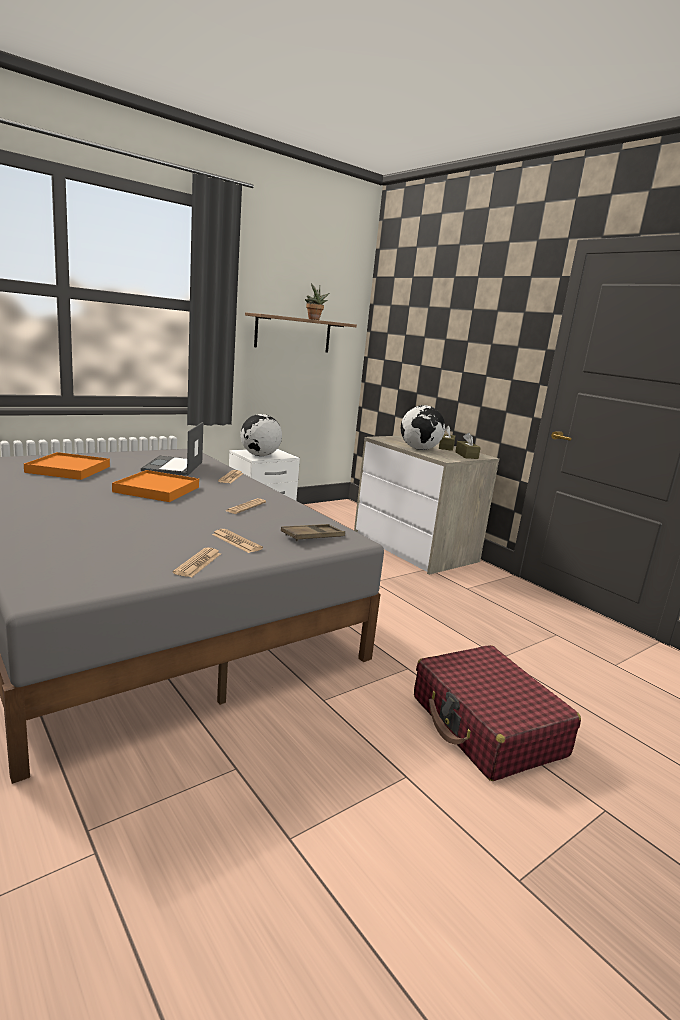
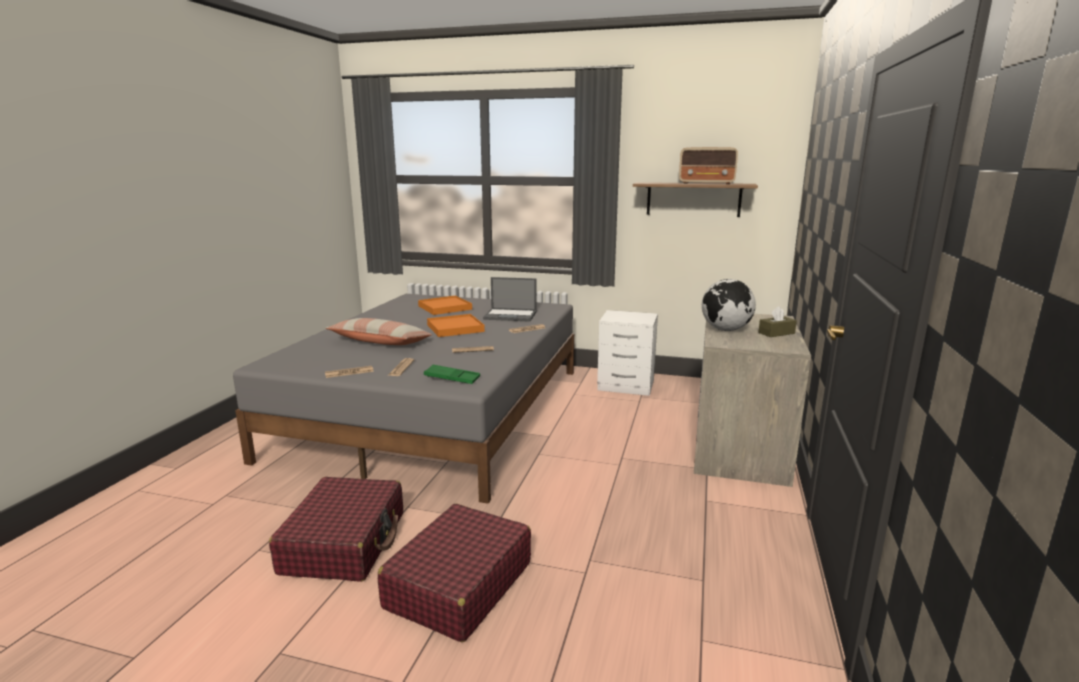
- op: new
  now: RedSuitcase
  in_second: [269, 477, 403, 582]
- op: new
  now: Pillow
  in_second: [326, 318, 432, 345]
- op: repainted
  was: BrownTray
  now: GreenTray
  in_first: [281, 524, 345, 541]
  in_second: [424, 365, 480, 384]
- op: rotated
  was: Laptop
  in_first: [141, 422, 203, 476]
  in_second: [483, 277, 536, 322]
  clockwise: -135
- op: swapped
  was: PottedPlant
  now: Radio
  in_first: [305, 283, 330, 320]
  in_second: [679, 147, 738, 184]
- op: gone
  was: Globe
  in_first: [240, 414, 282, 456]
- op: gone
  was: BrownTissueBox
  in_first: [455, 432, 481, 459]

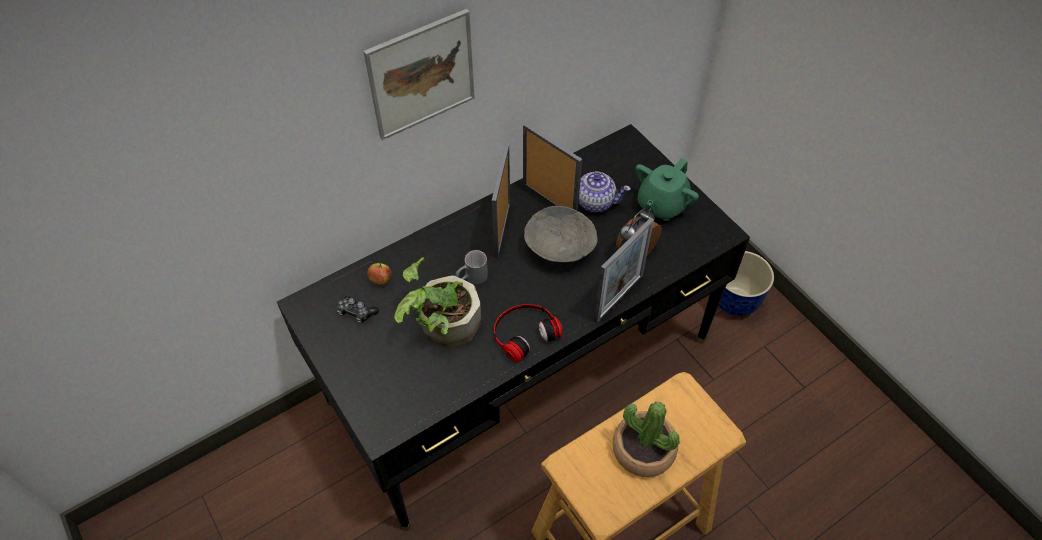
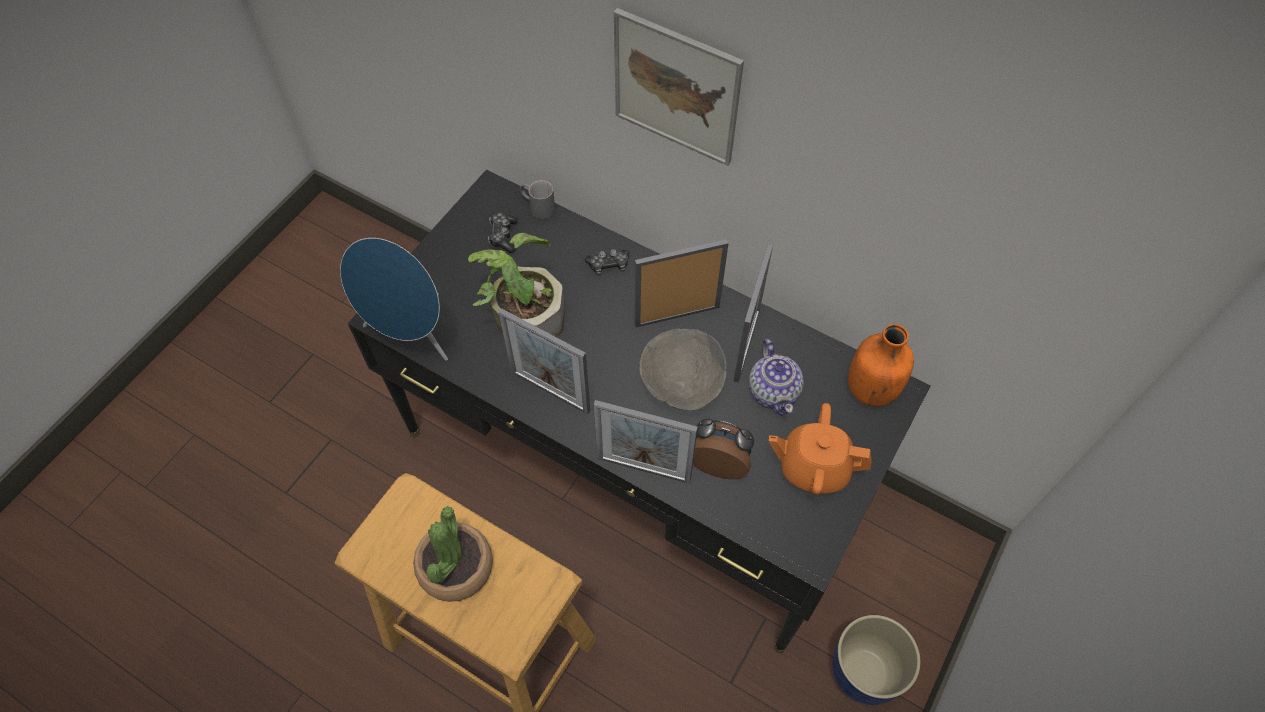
- op: new
  now: BlueSpeaker
  in_second: [340, 238, 448, 361]
- op: swapped
  was: Headphones
  now: PictureFrame
  in_first: [494, 304, 563, 362]
  in_second: [499, 308, 590, 414]
- op: shifted
  was: GreyMug
  in_first: [455, 250, 488, 284]
  in_second: [520, 180, 555, 219]
- op: new
  now: GameController
  in_second: [585, 249, 629, 275]
- op: repainted
  was: GreenTeapot
  now: OrangeTeapot
  in_first: [636, 158, 699, 221]
  in_second: [769, 403, 872, 495]
- op: new
  now: OrangeBottle
  in_second: [848, 324, 914, 407]
- op: gone
  was: Apple
  in_first: [367, 263, 391, 285]

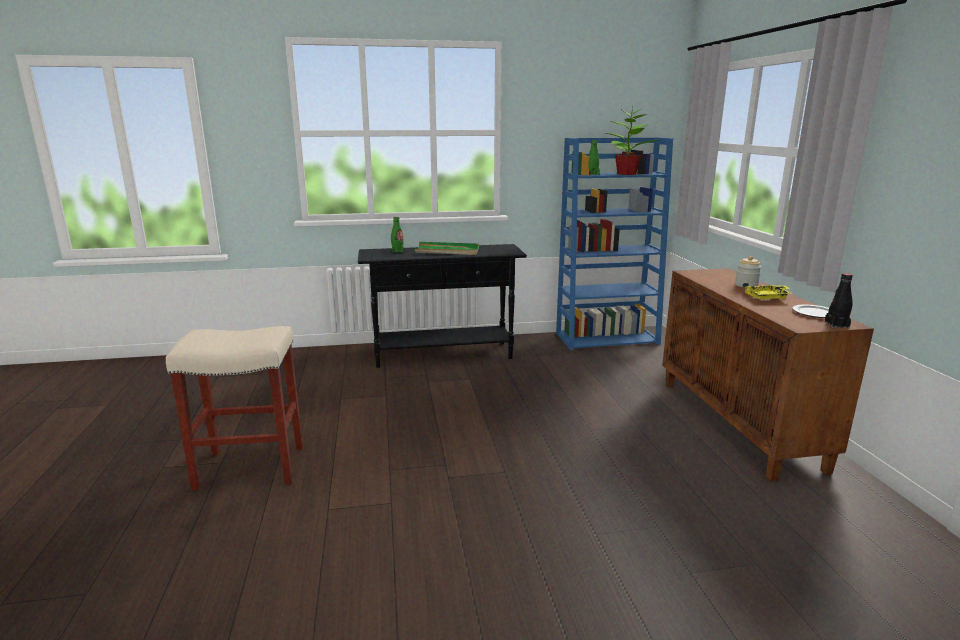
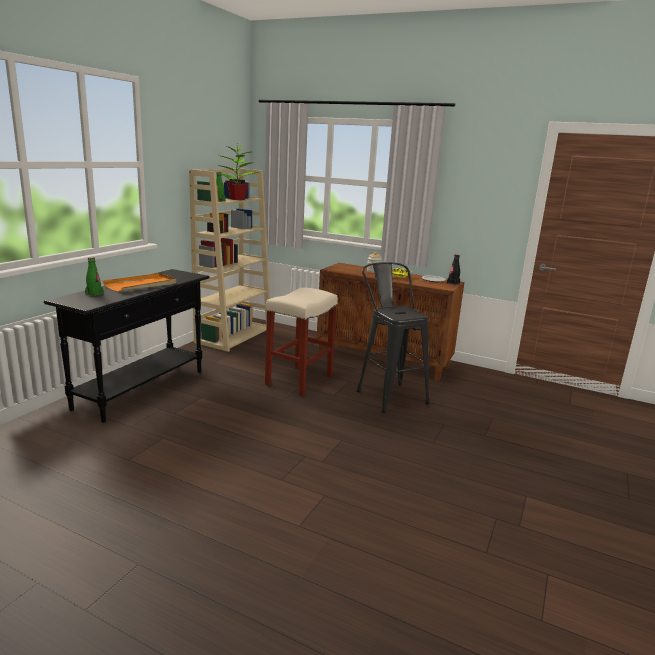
- op: repainted
  was: GreenTray
  now: OrangeTray
  in_first: [414, 242, 479, 255]
  in_second: [103, 273, 176, 292]
- op: repainted
  was: BlueBookcase
  now: BeigeBookcase
  in_first: [556, 137, 673, 351]
  in_second: [189, 169, 270, 352]
- op: shifted
  was: BeigeStool
  in_first: [166, 326, 303, 491]
  in_second: [265, 288, 338, 396]
- op: new
  now: BlackStool
  in_second: [357, 262, 429, 413]

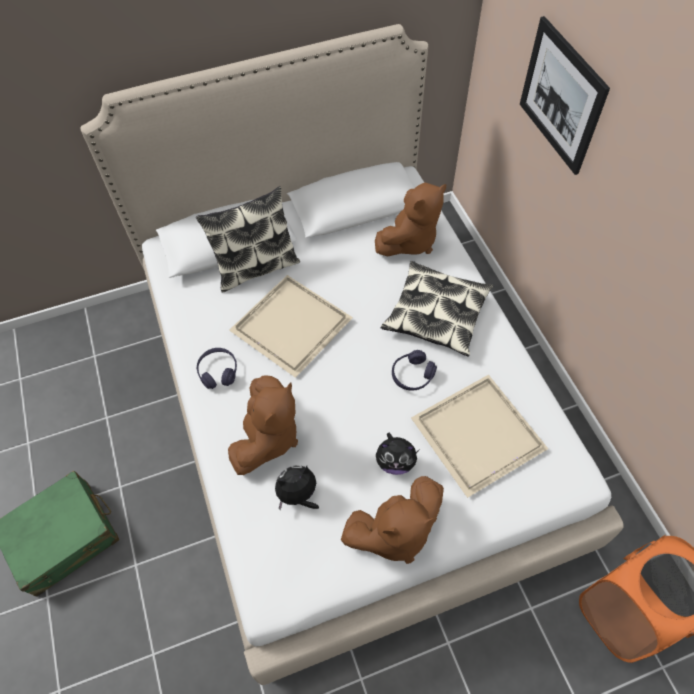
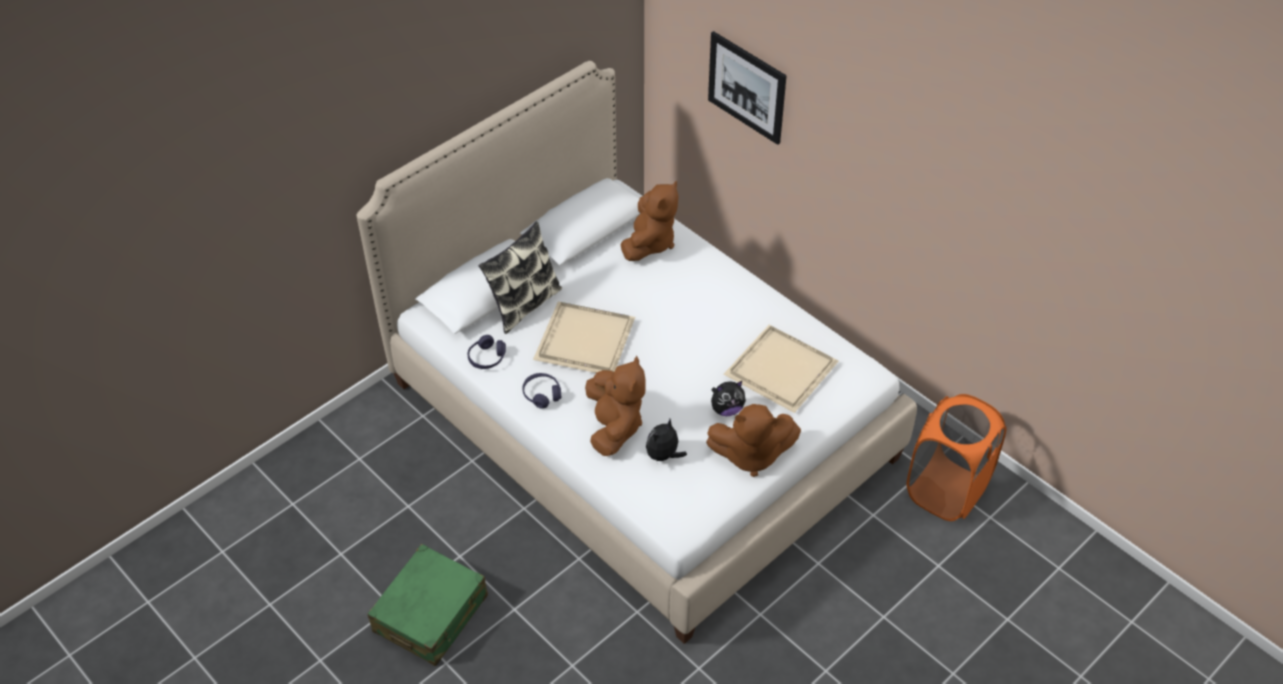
- op: shifted
  was: PurpleHeadphones
  in_first: [392, 350, 437, 391]
  in_second: [467, 335, 506, 369]
- op: rotated
  was: BrownPlushToy
  in_first: [341, 476, 444, 564]
  in_second: [706, 404, 801, 477]
  clockwise: 45
- op: gone
  was: Pillow
  in_first: [381, 261, 493, 357]

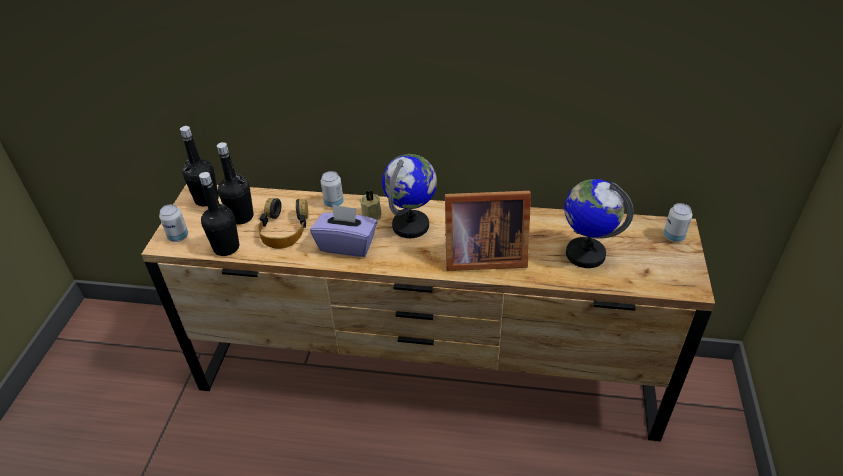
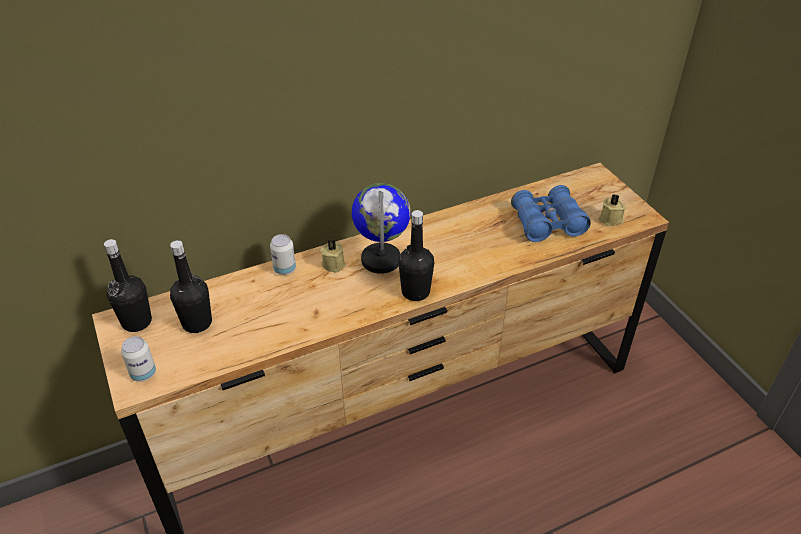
- op: shifted
  was: BlackBottle
  in_first: [199, 172, 239, 256]
  in_second: [398, 210, 434, 301]
- op: swapped
  was: Globe
  now: BlueBinoculars
  in_first: [565, 179, 634, 268]
  in_second: [511, 185, 591, 242]
- op: new
  now: BeigeCandle
  in_second: [599, 194, 626, 226]
- op: gone
  was: Headphones
  in_first: [258, 198, 308, 249]
- op: gone
  was: PurpleTissueBox
  in_first: [310, 204, 377, 257]
- op: gone
  was: PictureFrame
  in_first: [445, 191, 531, 271]
- op: gone
  was: Can
  in_first: [663, 203, 692, 242]

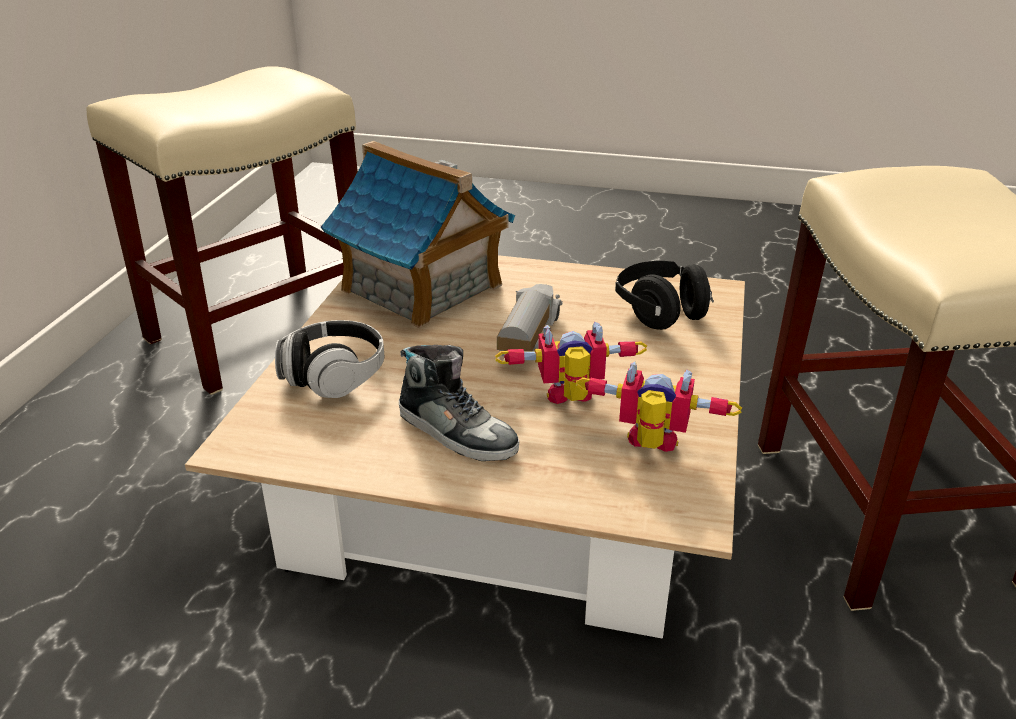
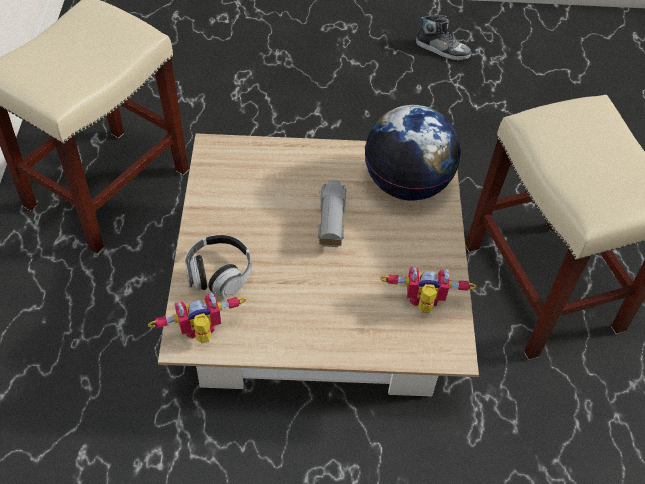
- op: shifted
  was: ToyRobot
  in_first: [495, 322, 647, 404]
  in_second: [148, 293, 246, 343]
- op: swapped
  was: BlackHeadphones
  now: Globe
  in_first: [615, 261, 714, 330]
  in_second: [365, 105, 461, 201]
- op: shifted
  was: Shoe
  in_first: [399, 345, 519, 461]
  in_second: [416, 15, 471, 60]
- op: gone
  was: ToyHouse
  in_first: [321, 141, 515, 328]

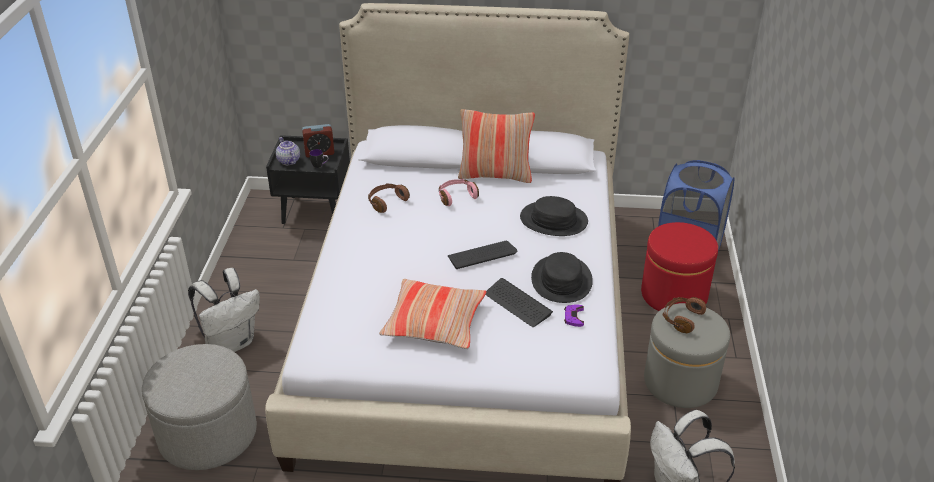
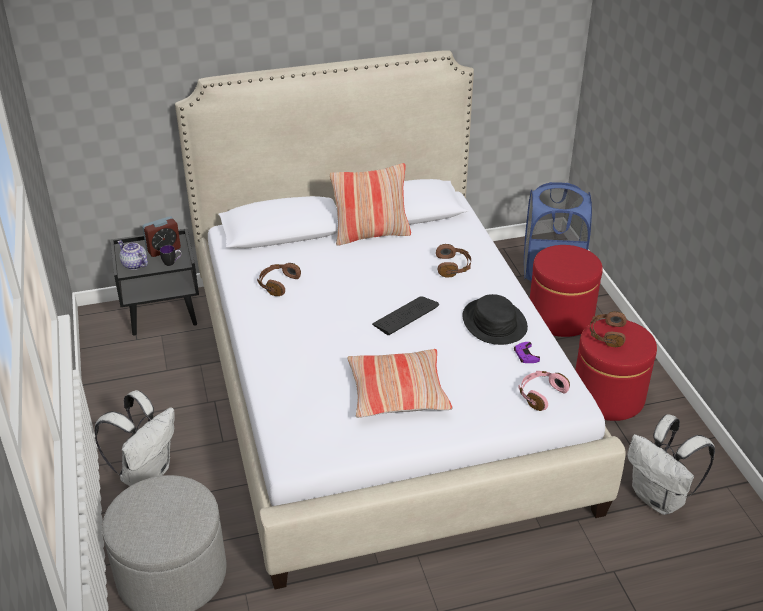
- op: swapped
  was: BlackHat
  now: BrownHeadphones
  in_first: [520, 196, 588, 236]
  in_second: [436, 244, 471, 278]
- op: shifted
  was: PinkHeadphones
  in_first: [439, 179, 479, 206]
  in_second: [519, 371, 570, 411]
- op: repainted
  was: GreyOttoman
  now: RedOttoman
  in_first: [644, 303, 730, 408]
  in_second: [575, 319, 657, 421]
- op: gone
  was: Keyboard
  in_first: [486, 278, 553, 327]

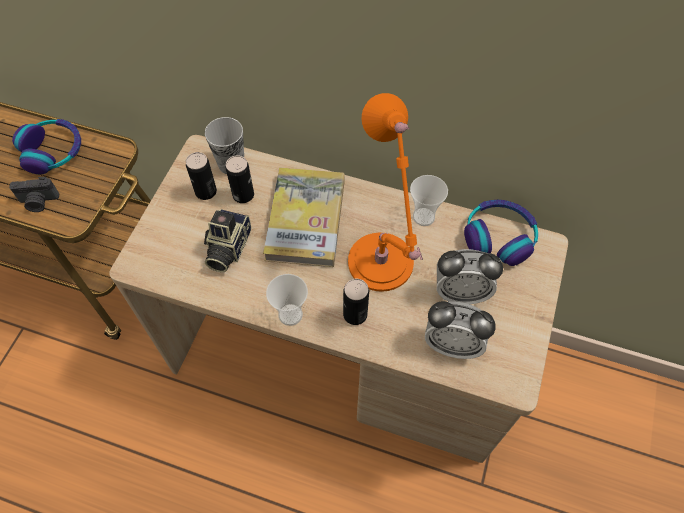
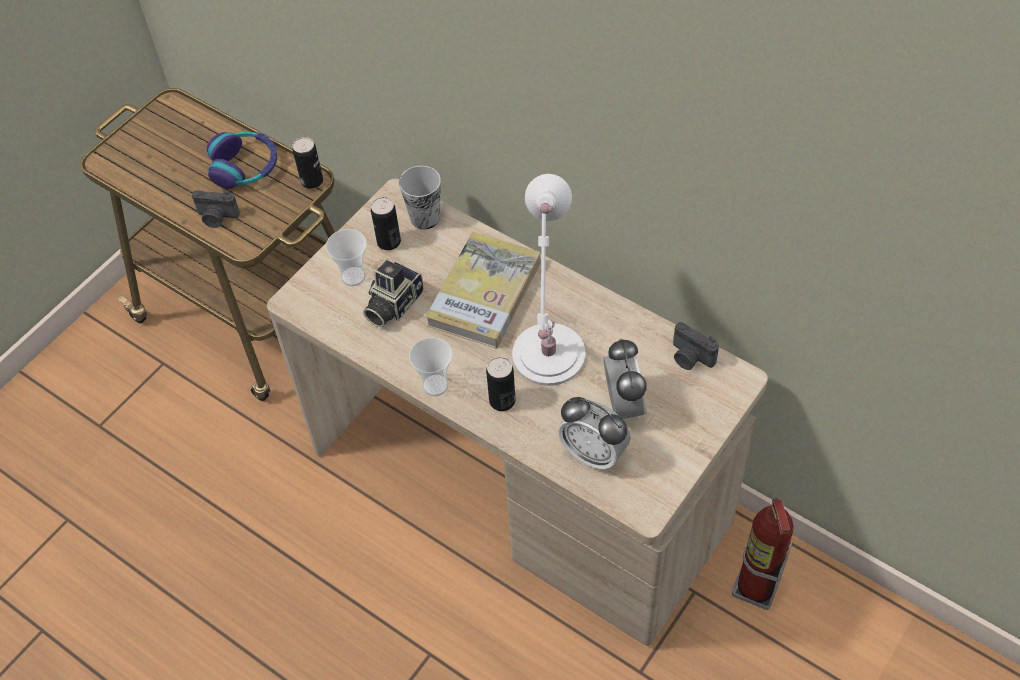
- op: shifted
  was: Can
  in_first: [226, 155, 254, 203]
  in_second: [293, 137, 323, 189]
- op: shifted
  was: Cup
  in_first: [410, 175, 448, 226]
  in_second: [326, 229, 367, 286]
- op: repainted
  was: OrangeTableLamp
  now: WhiteTableLamp
  in_first: [348, 93, 423, 292]
  in_second: [512, 174, 586, 386]
- op: rotated
  was: AlarmClock
  in_first: [437, 249, 503, 304]
  in_second: [603, 338, 647, 420]
  clockwise: -120
- op: swapped
  was: Headphones
  now: PhotoCamera
  in_first: [464, 200, 538, 266]
  in_second: [673, 322, 719, 370]
- op: new
  now: FireExtinguisher
  in_second: [732, 498, 794, 610]

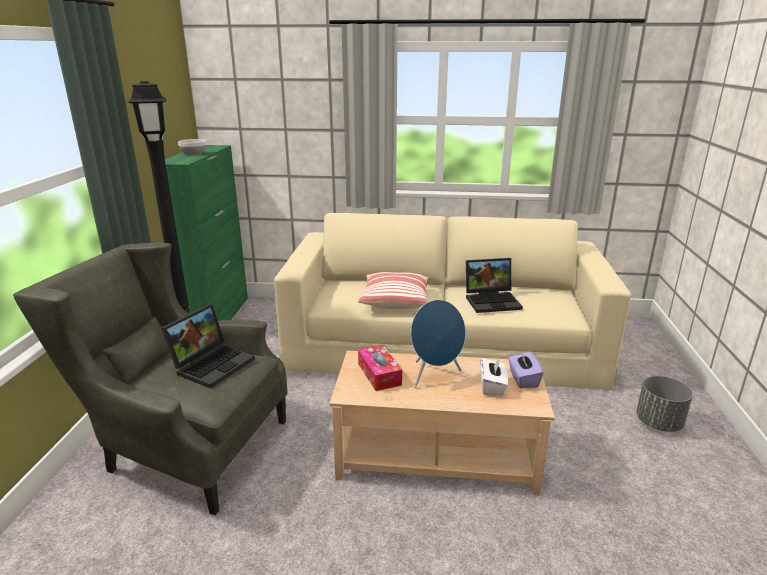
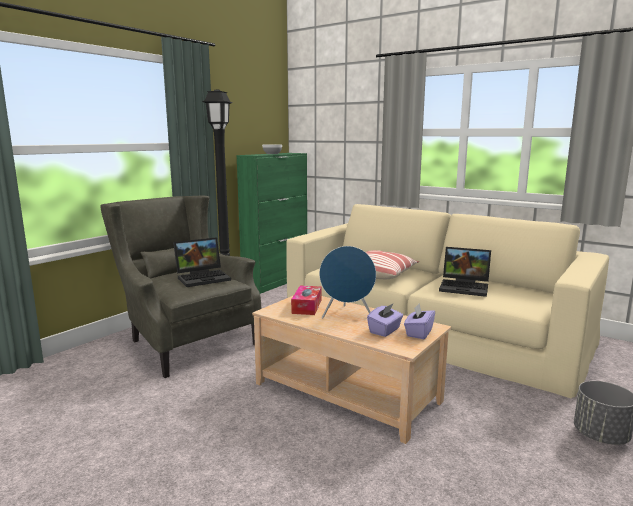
- op: repainted
  was: WhiteTissueBox
  now: PurpleTissueBox
  in_first: [480, 358, 508, 396]
  in_second: [367, 303, 403, 337]

